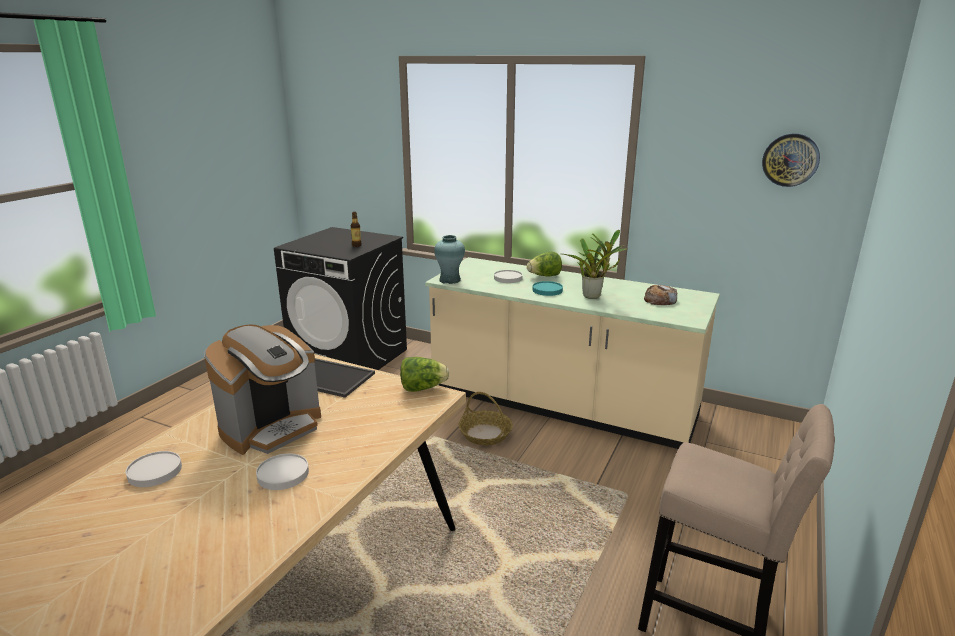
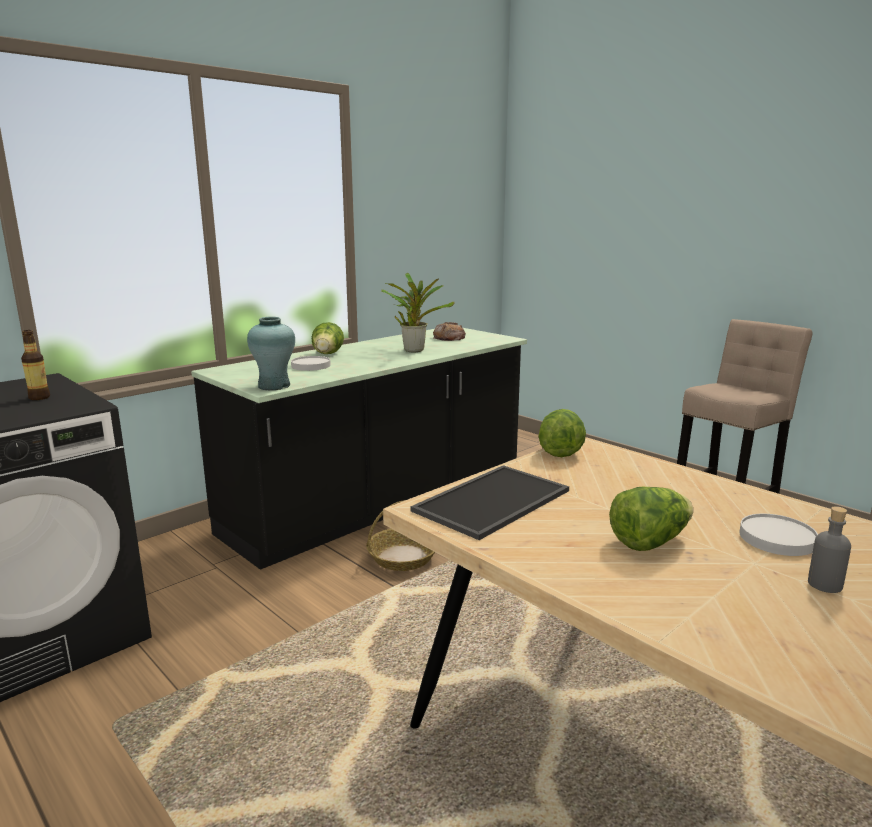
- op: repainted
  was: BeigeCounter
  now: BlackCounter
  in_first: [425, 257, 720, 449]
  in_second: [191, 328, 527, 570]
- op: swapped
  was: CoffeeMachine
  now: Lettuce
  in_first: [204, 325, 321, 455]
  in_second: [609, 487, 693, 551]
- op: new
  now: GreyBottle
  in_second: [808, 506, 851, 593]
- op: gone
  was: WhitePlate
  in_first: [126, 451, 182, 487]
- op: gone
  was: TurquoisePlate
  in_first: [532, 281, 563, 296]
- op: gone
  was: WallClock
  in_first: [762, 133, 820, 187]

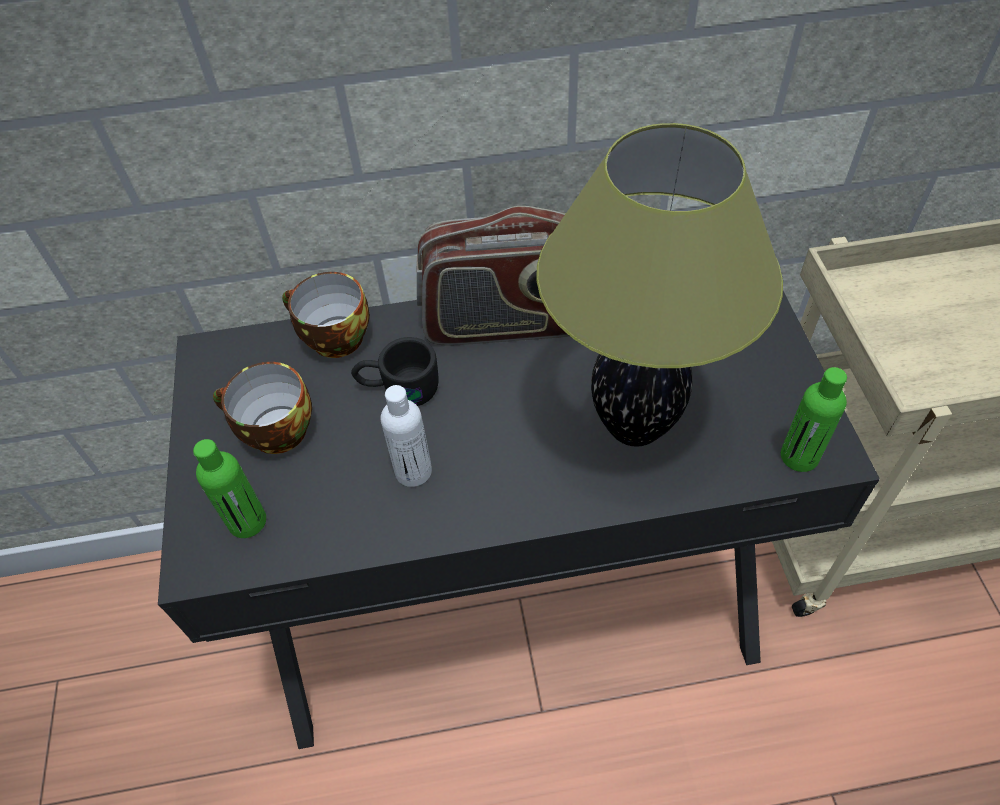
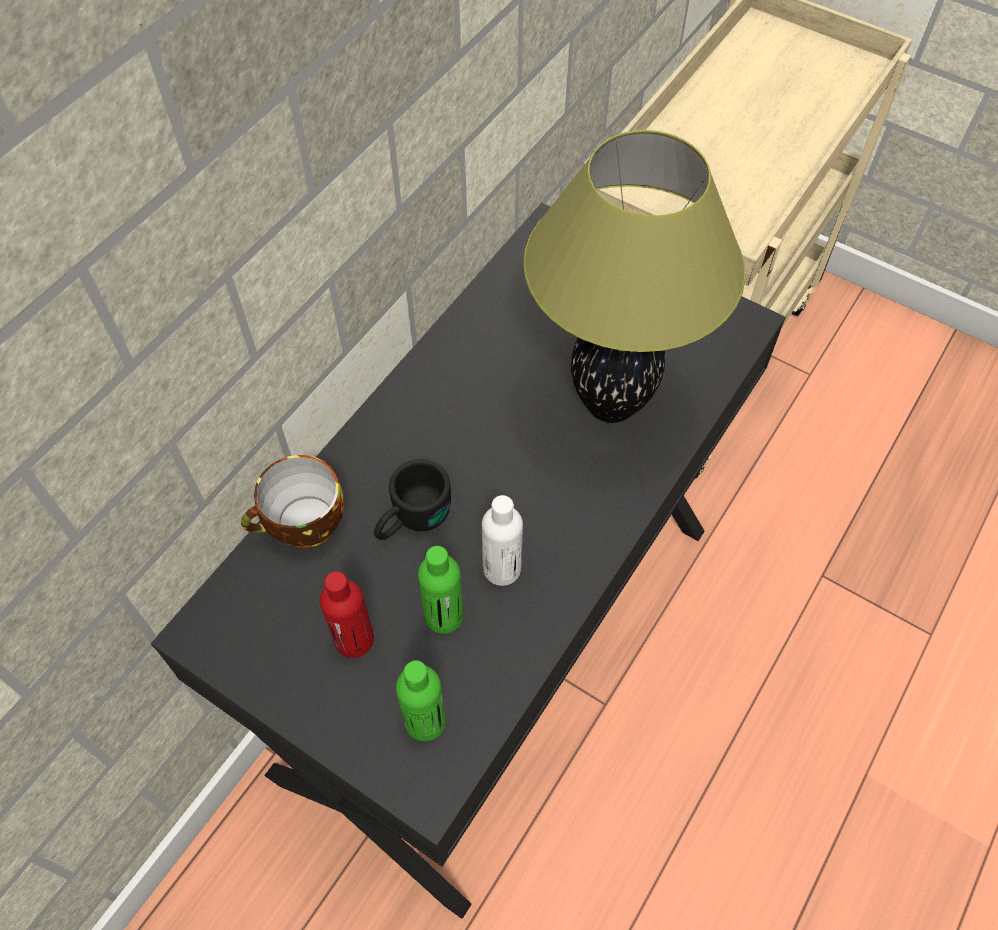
- op: swapped
  was: Cup
  now: RedBottle
  in_first: [213, 362, 312, 454]
  in_second: [320, 571, 374, 658]
- op: shifted
  was: GreenBottle
  in_first: [781, 367, 847, 472]
  in_second: [418, 546, 463, 634]
- op: gone
  was: Radio
  in_first: [417, 206, 569, 345]

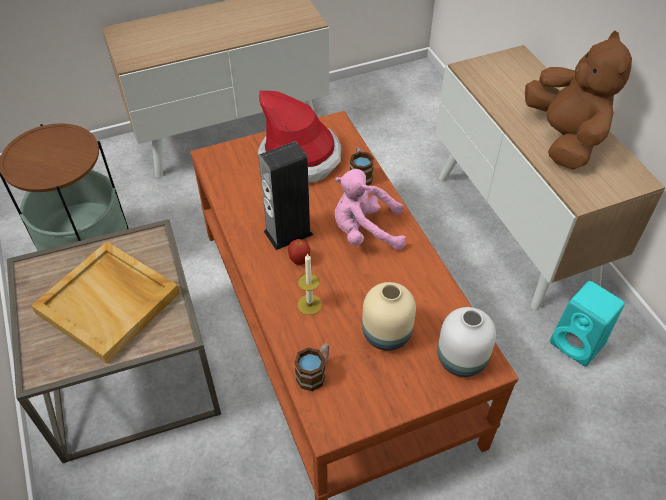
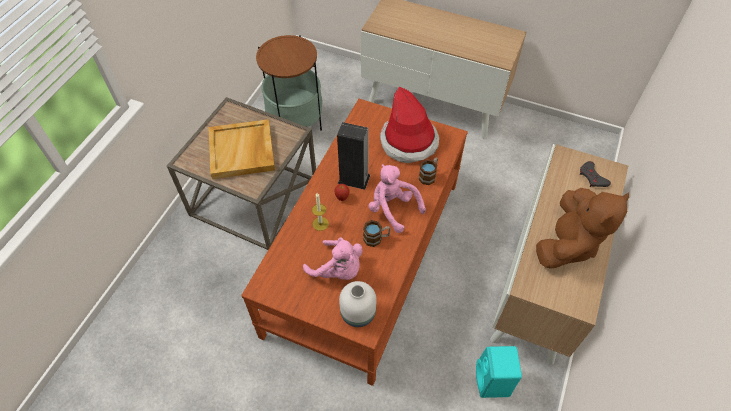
- op: swapped
  was: BeigeVase
  now: PinkPlushToy
  in_first: [362, 282, 416, 351]
  in_second: [303, 238, 363, 280]
- op: shifted
  was: Mug
  in_first: [294, 343, 329, 391]
  in_second: [363, 220, 391, 247]
- op: new
  now: GreyGameController
  in_second: [580, 161, 611, 187]

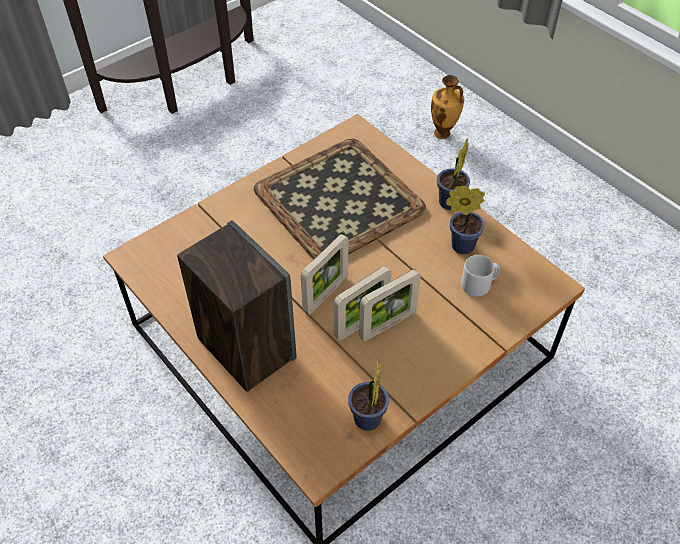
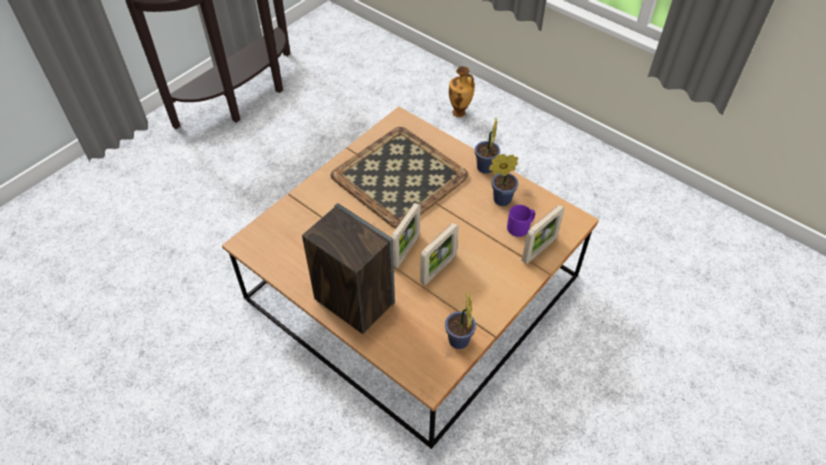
- op: repainted
  was: GreyMug
  now: PurpleMug
  in_first: [461, 255, 500, 296]
  in_second: [507, 205, 535, 237]
- op: shifted
  was: PictureFrame
  in_first: [359, 269, 421, 341]
  in_second: [522, 205, 565, 264]

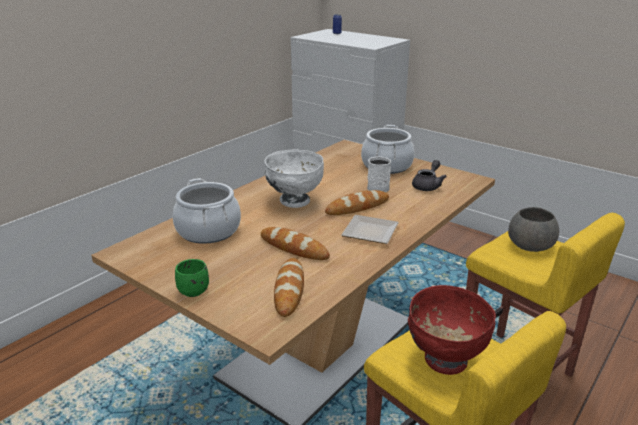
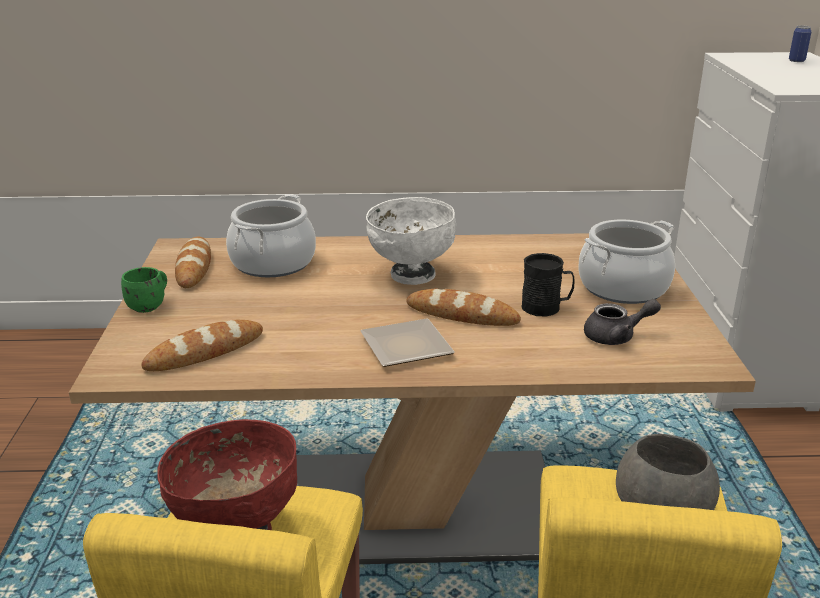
- op: shifted
  was: Bread
  in_first: [261, 227, 330, 260]
  in_second: [175, 237, 211, 288]
- op: repainted
  was: WhiteMug
  now: BlackMug
  in_first: [367, 156, 391, 192]
  in_second: [521, 253, 574, 316]

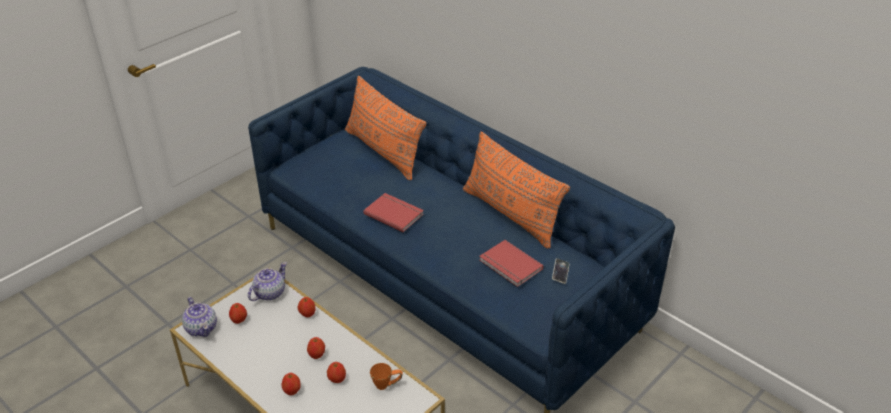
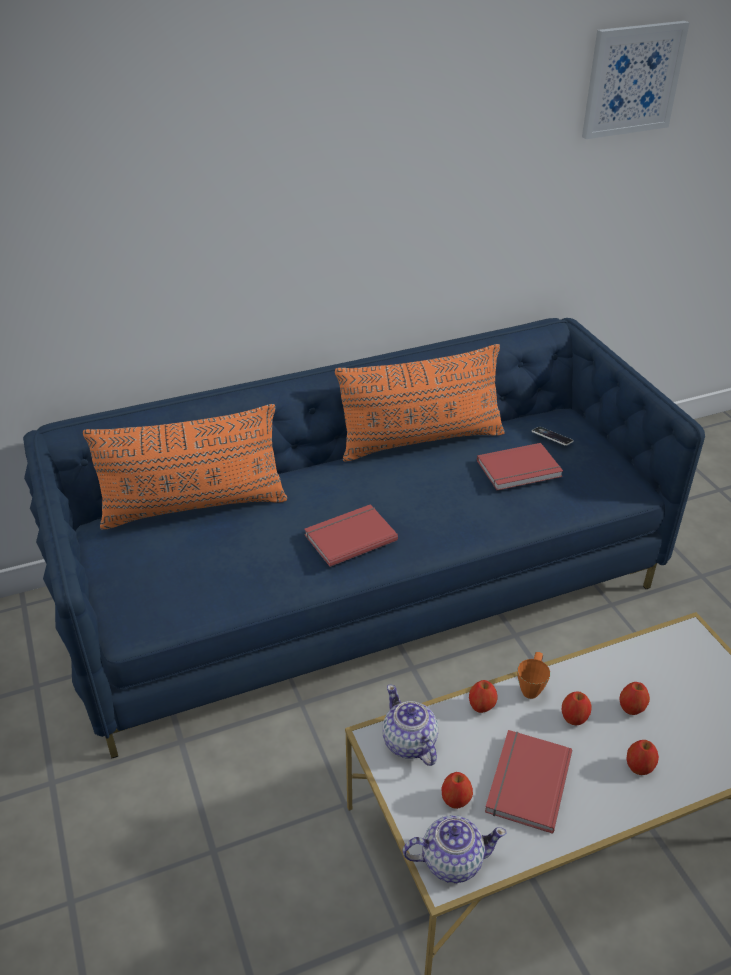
- op: new
  now: RedBook
  in_second: [485, 730, 572, 834]
- op: shifted
  was: OrangeMug
  in_first: [370, 363, 403, 390]
  in_second: [517, 652, 550, 699]
- op: new
  now: Picture
  in_second: [582, 21, 690, 139]

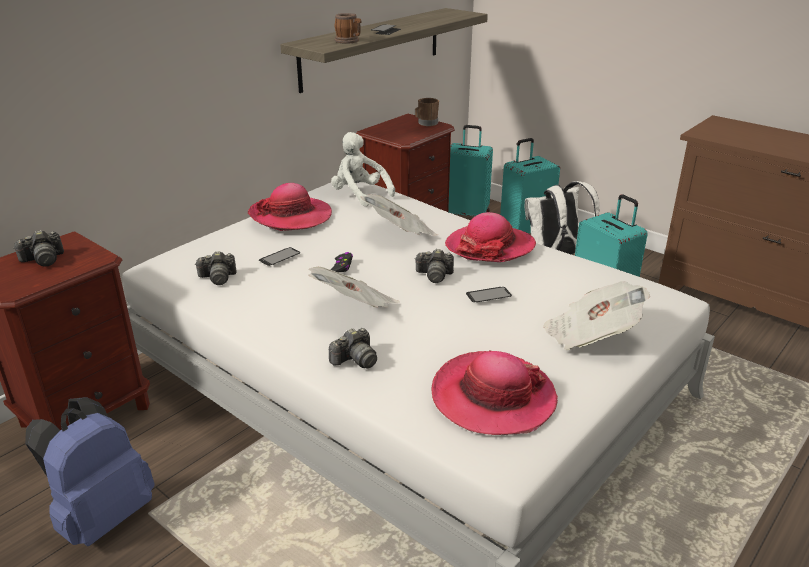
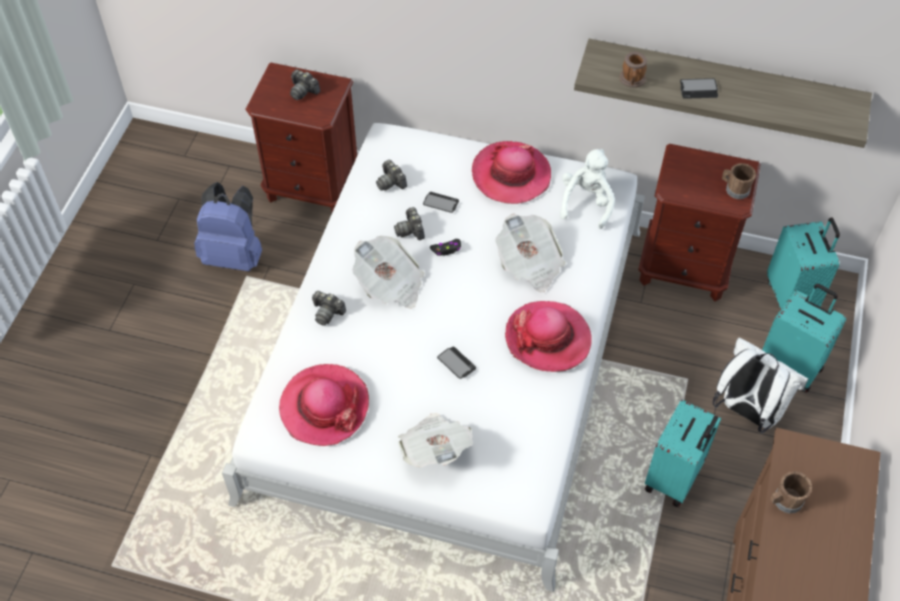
- op: shifted
  was: PhotoCamera
  in_first: [414, 249, 454, 283]
  in_second: [394, 207, 425, 240]
- op: new
  now: BrownMug
  in_second: [770, 471, 812, 514]

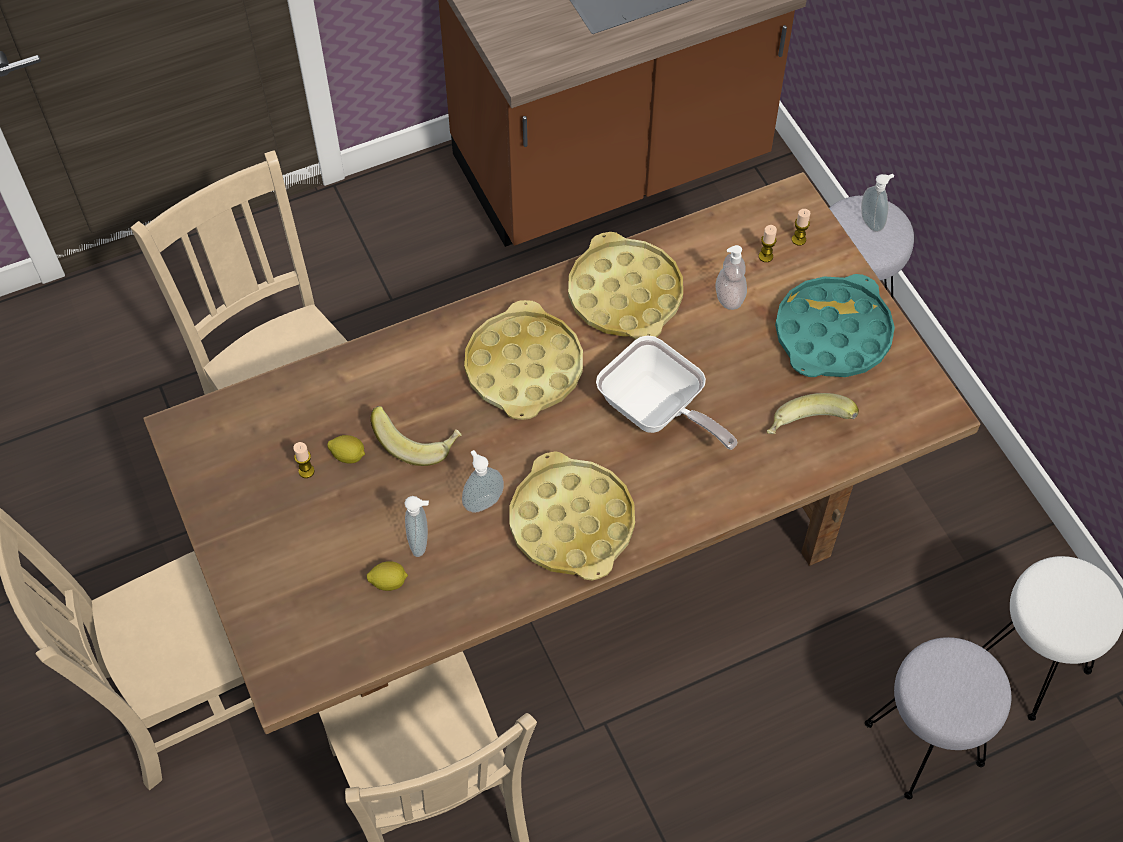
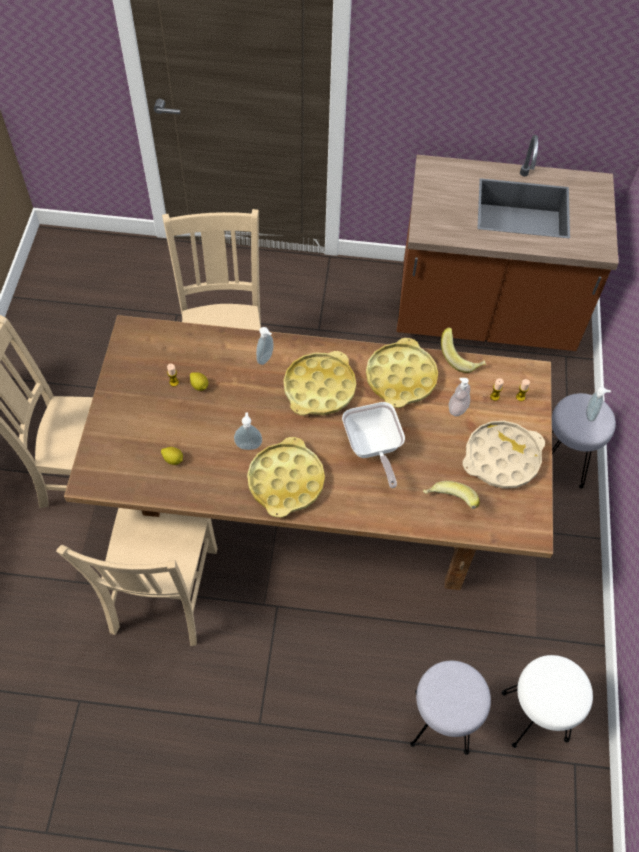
- op: shifted
  was: SoapDispenser
  in_first: [405, 496, 429, 557]
  in_second: [256, 327, 273, 365]
- op: shifted
  was: Banana
  in_first: [370, 406, 462, 466]
  in_second: [441, 328, 486, 373]
- op: repainted
  was: TurquoiseTray
  now: BeigeTray
  in_first: [775, 274, 895, 377]
  in_second: [462, 421, 545, 489]

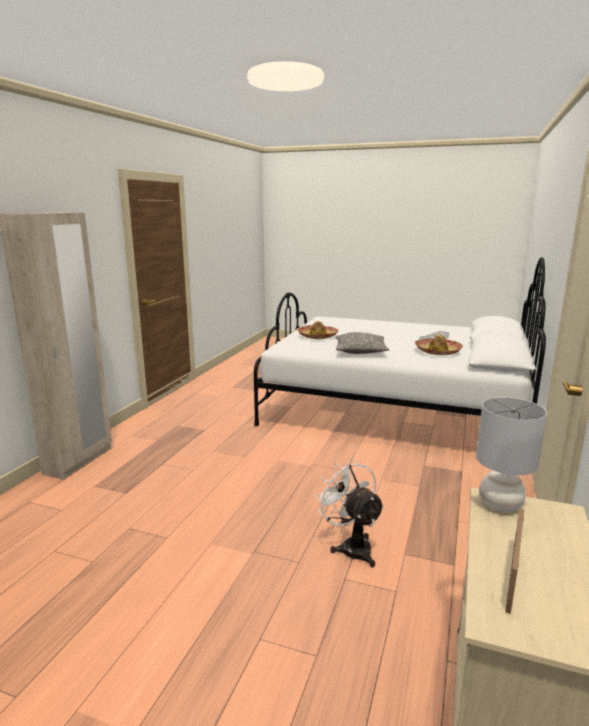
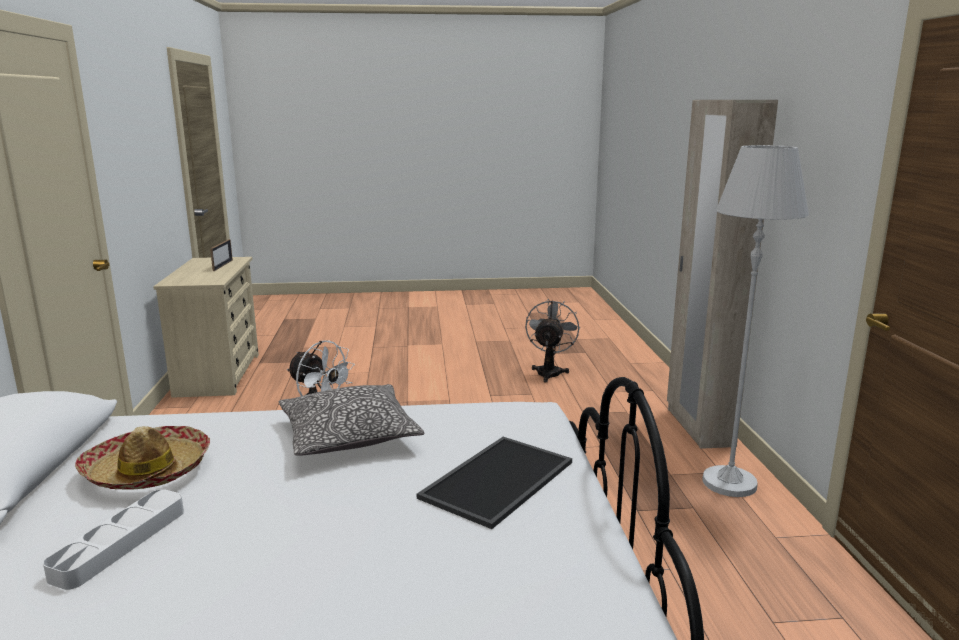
- op: swapped
  was: Hat
  now: Tray
  in_first: [298, 321, 339, 339]
  in_second: [417, 437, 572, 529]
- op: new
  now: GreyFan
  in_second: [525, 299, 580, 383]
- op: new
  now: WhiteFloorLamp
  in_second: [702, 145, 809, 497]
- op: gone
  was: GreyTableLamp
  in_first: [476, 397, 547, 512]

